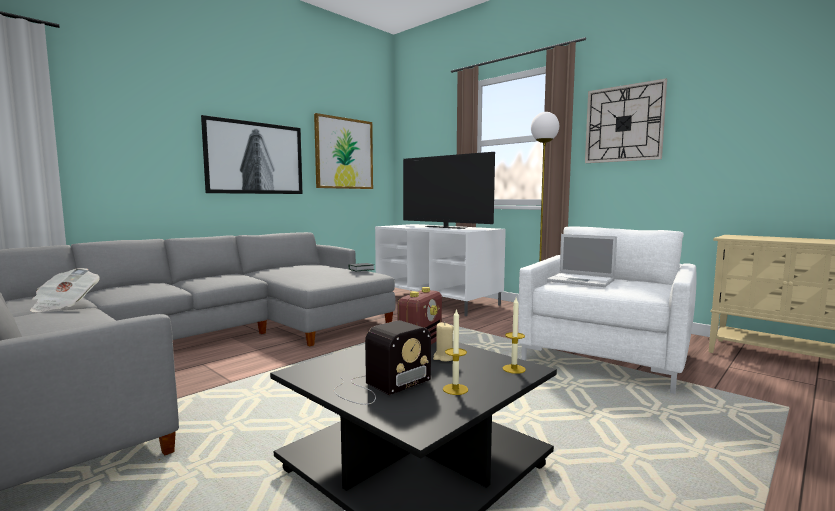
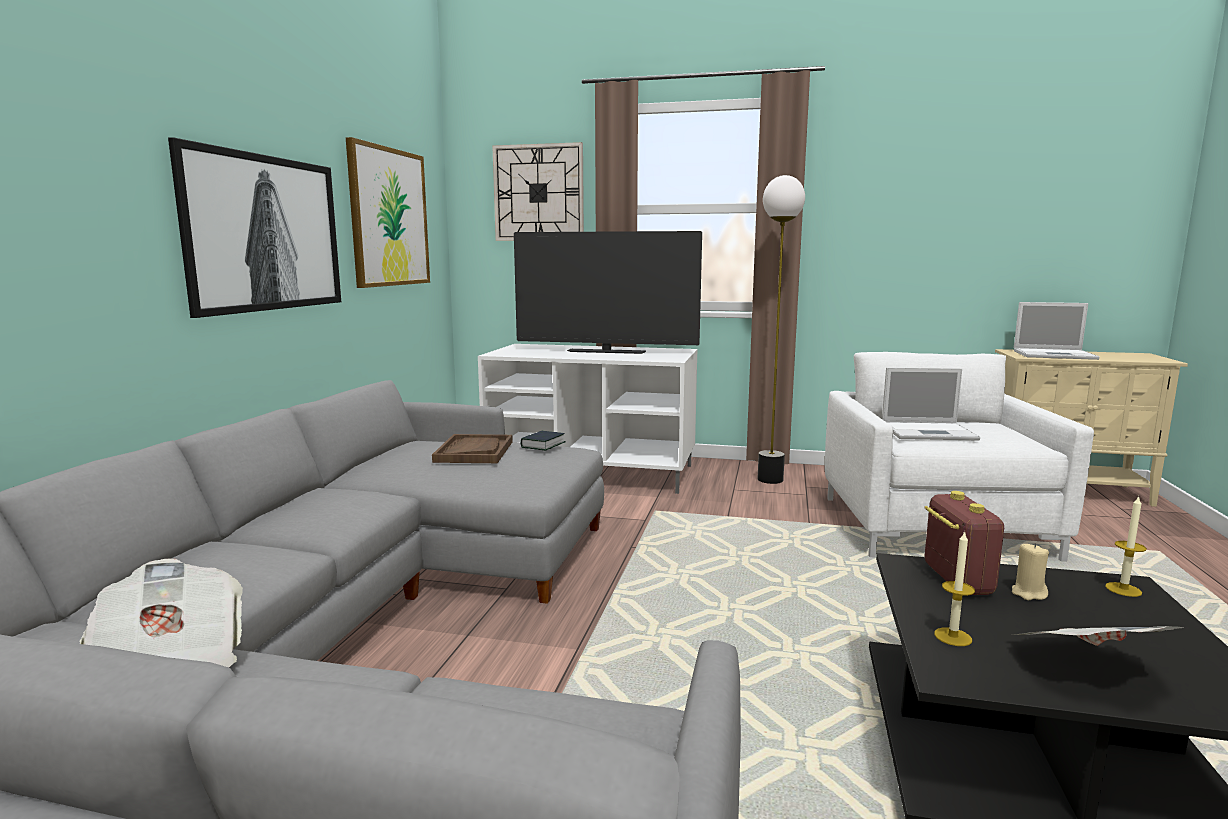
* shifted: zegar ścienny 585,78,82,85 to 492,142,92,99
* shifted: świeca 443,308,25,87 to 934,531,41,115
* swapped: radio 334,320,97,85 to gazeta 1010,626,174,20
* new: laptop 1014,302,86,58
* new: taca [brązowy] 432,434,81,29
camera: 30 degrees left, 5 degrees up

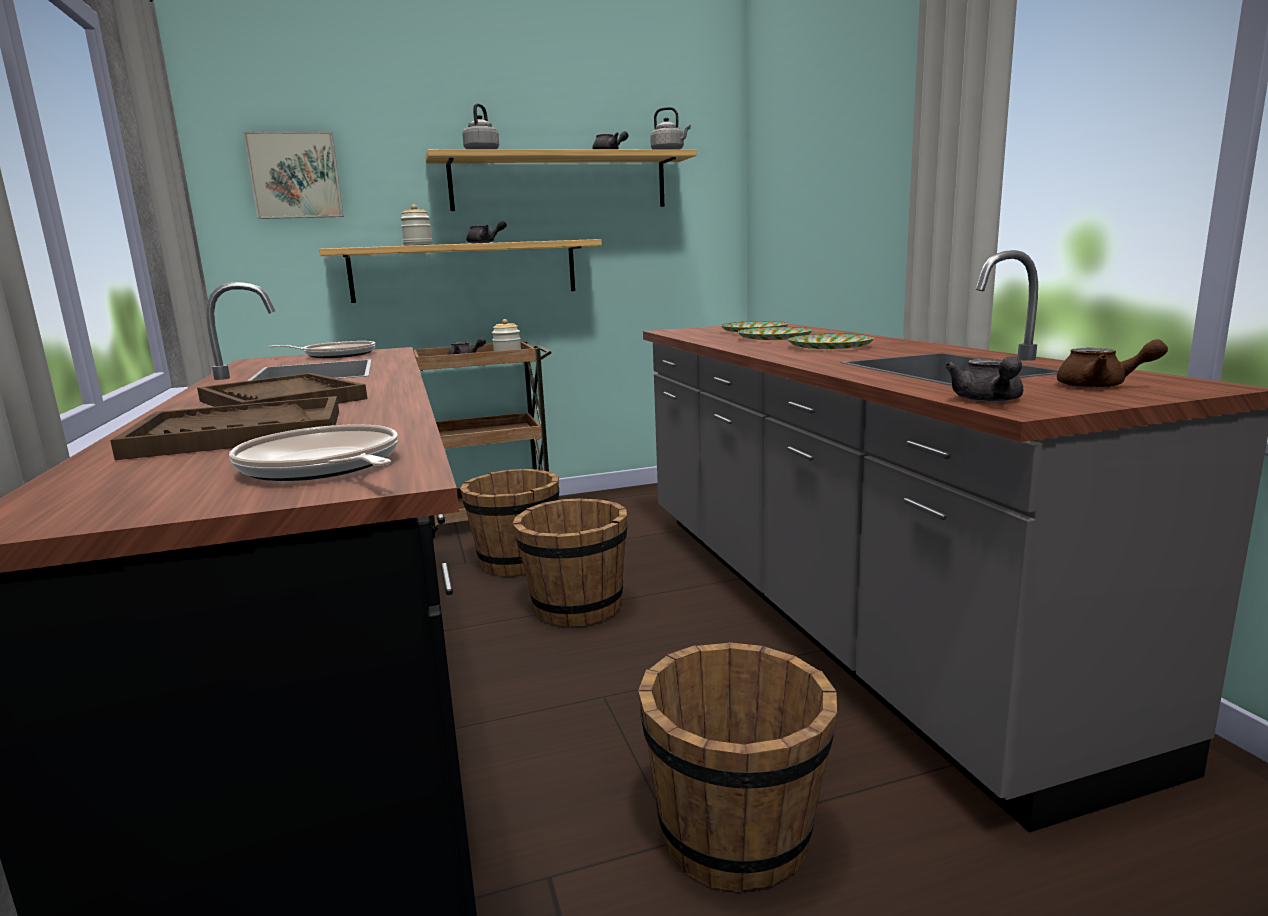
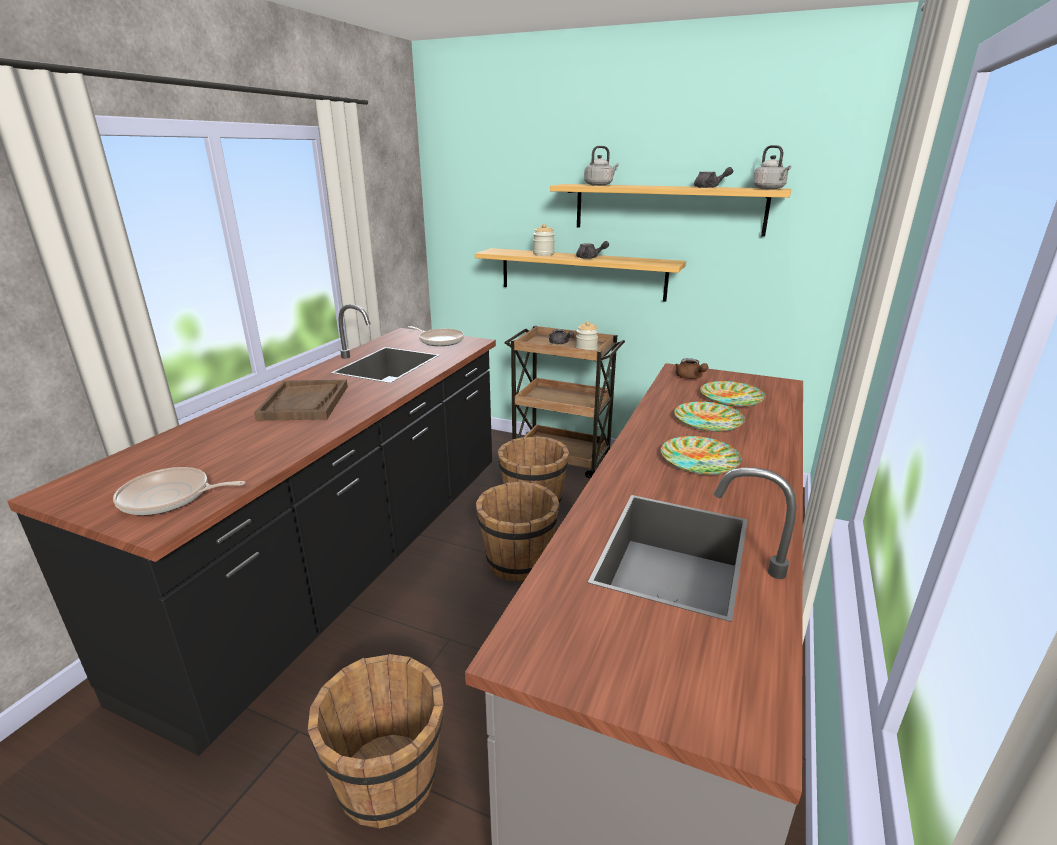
* gone: obraz 243,131,101,88
* shifted: imbryk [brązowy] 1057,339,111,49 to 675,358,33,21
* gone: imbryk [szary] 945,356,78,46
* gone: taca [brązowy] 110,396,229,64
* rotated: patelnia 229,424,169,57 = 113,467,132,48 90 degrees counterclockwise
camera: 40 degrees right, 10 degrees up

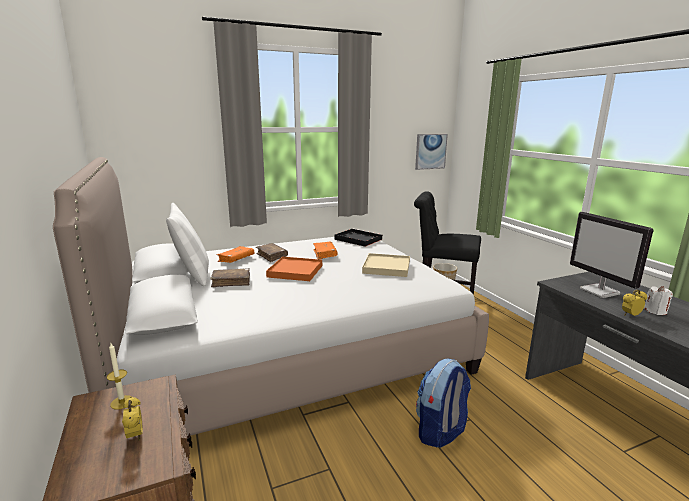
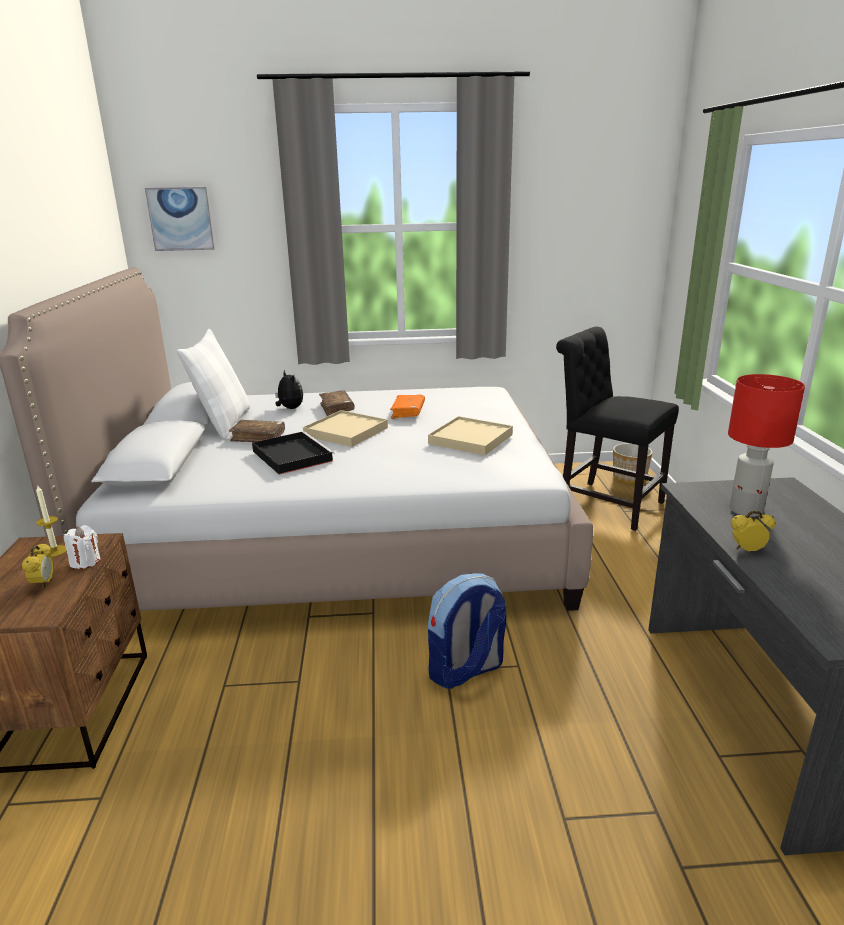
* shifted: obraz 415,134,33,36 to 145,187,70,64
* swapped: monitor 570,212,84,86 to lampa stołowa [czerwony] 728,374,77,143
* shifted: taca [czarny] 335,228,48,19 to 252,431,83,44
* swapped: książka [pomarańczowy] 217,246,37,17 to pluszak 275,370,28,39
* repainted: taca [pomarańczowy] 266,257,56,24 to taca [beżowy] 303,410,85,37
* shifted: świeca [biały] 644,286,29,29 to 64,525,36,44
camera: 20 degrees right, 5 degrees up

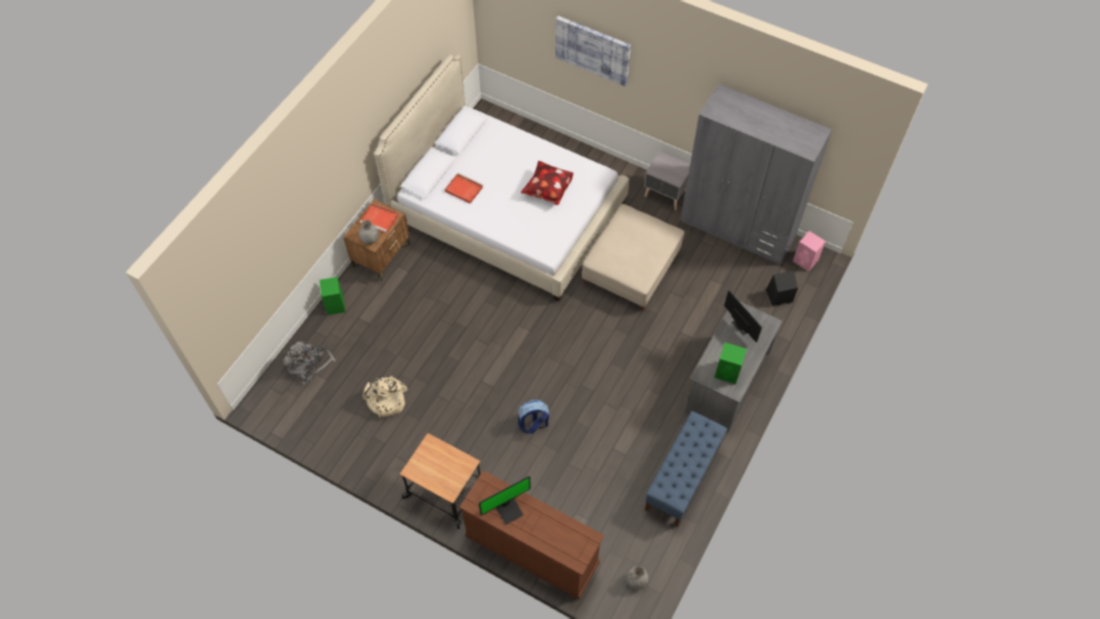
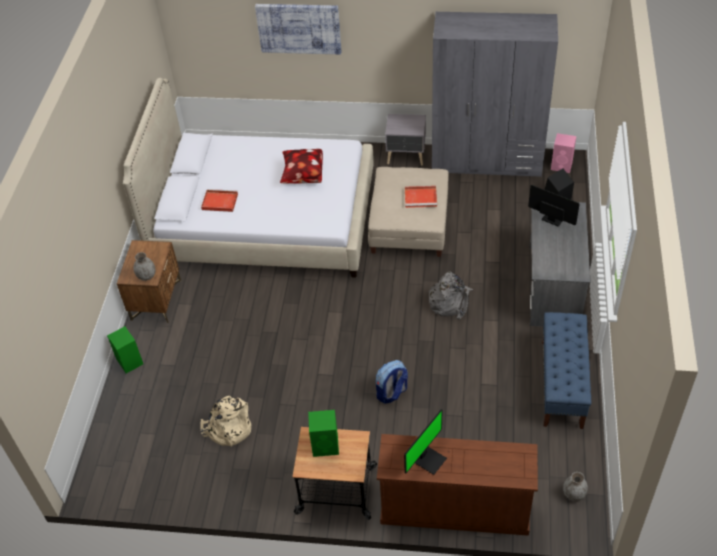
* shifted: taca [czerwony] 360,203,39,30 to 405,186,32,22
* shifted: plecak [szary] 283,341,53,44 to 428,272,45,48
* shifted: głośnik [zielony] 714,342,33,42 to 308,410,31,47
camera: 20 degrees left, 10 degrees down

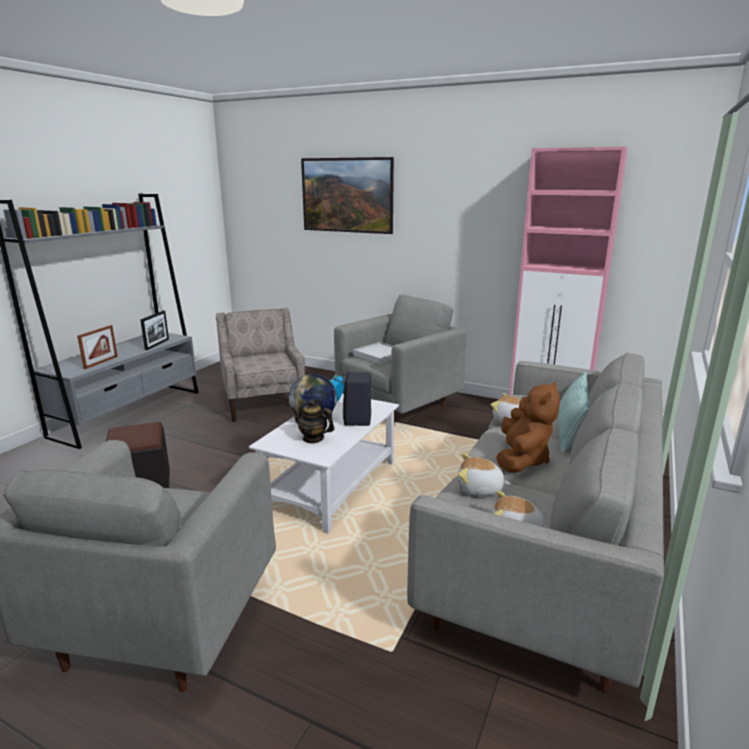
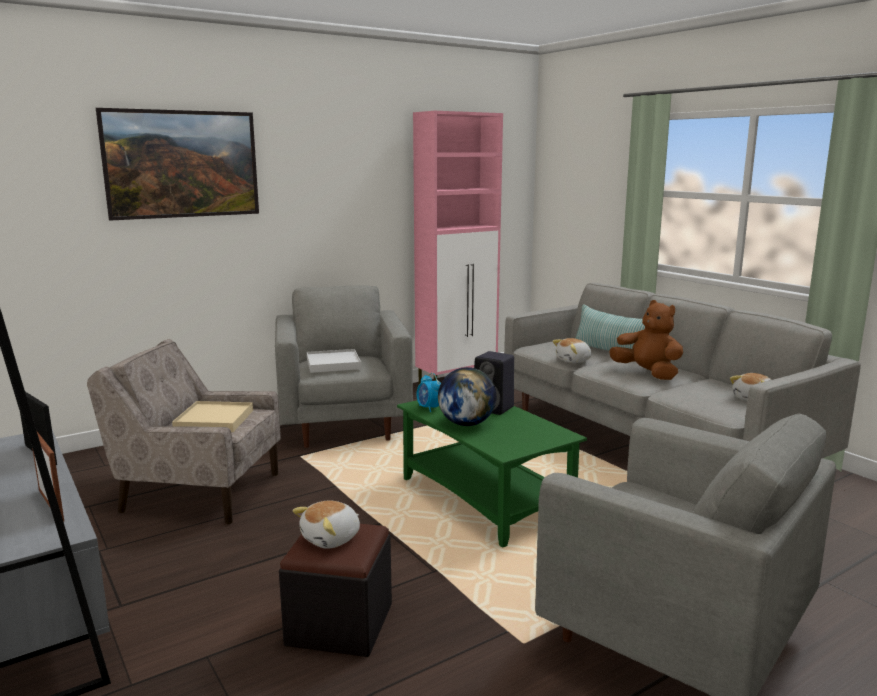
* repainted: ława [biały] 249,394,150,140 to ława [zielony] 397,400,190,148
* gone: imbryk 292,400,43,43
* shifted: pluszak 458,453,53,43 to 292,500,68,49
* new: taca [beżowy] 172,401,81,31
camera: 60 degrees left, 5 degrees down

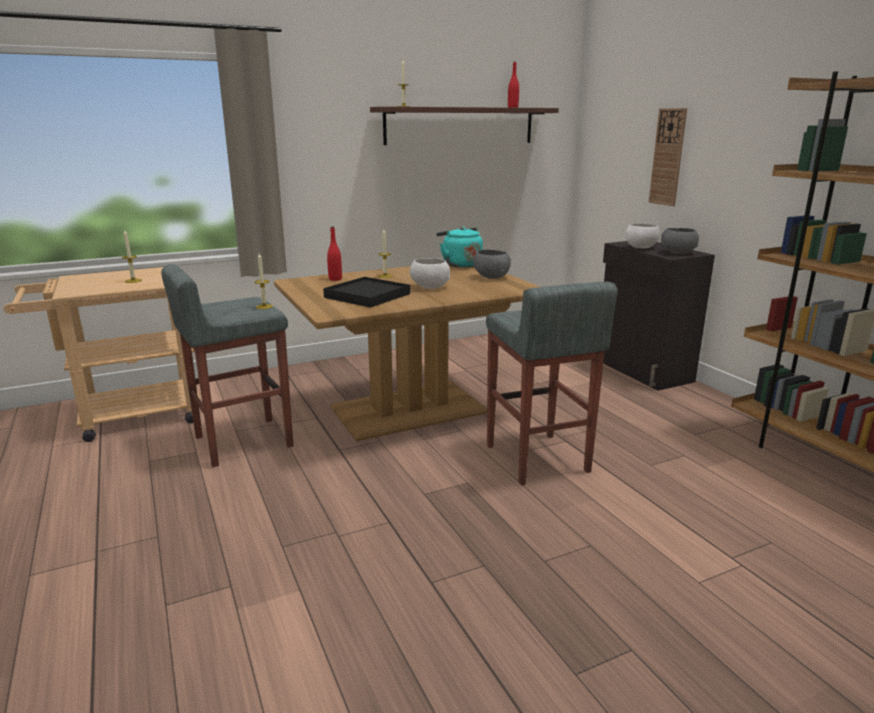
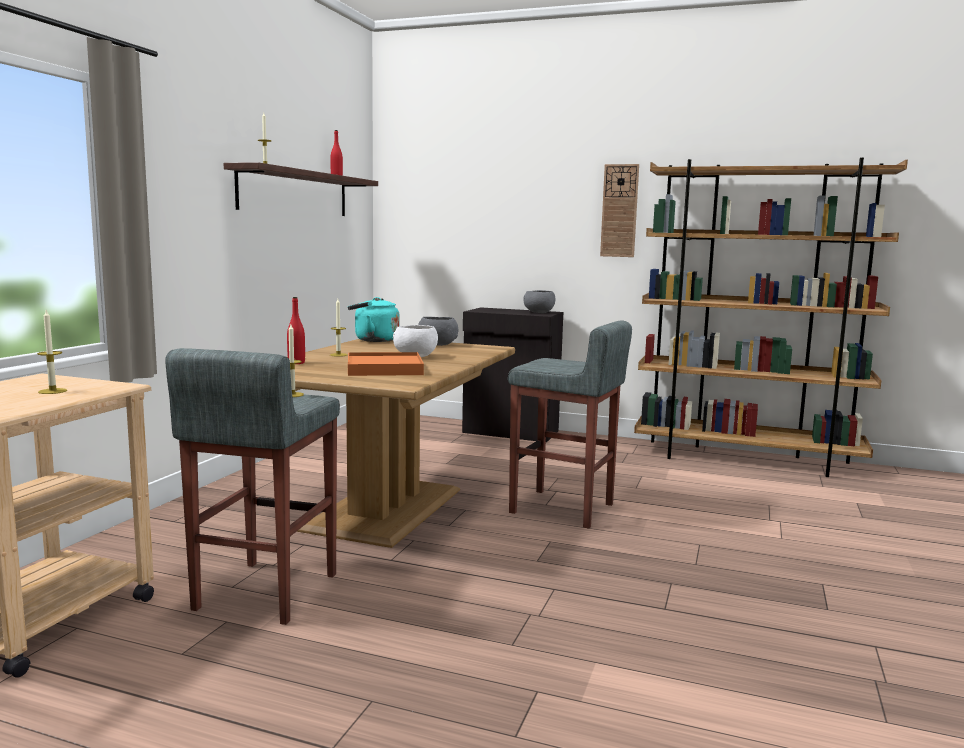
* shifted: zegar ścienny 649,108,38,98 to 600,164,39,93
* gone: miska [biały] 625,223,35,25
* repainted: taca [czarny] 323,277,87,31 to taca [pomarańczowy] 348,352,76,24
camera: 45 degrees left, 10 degrees down

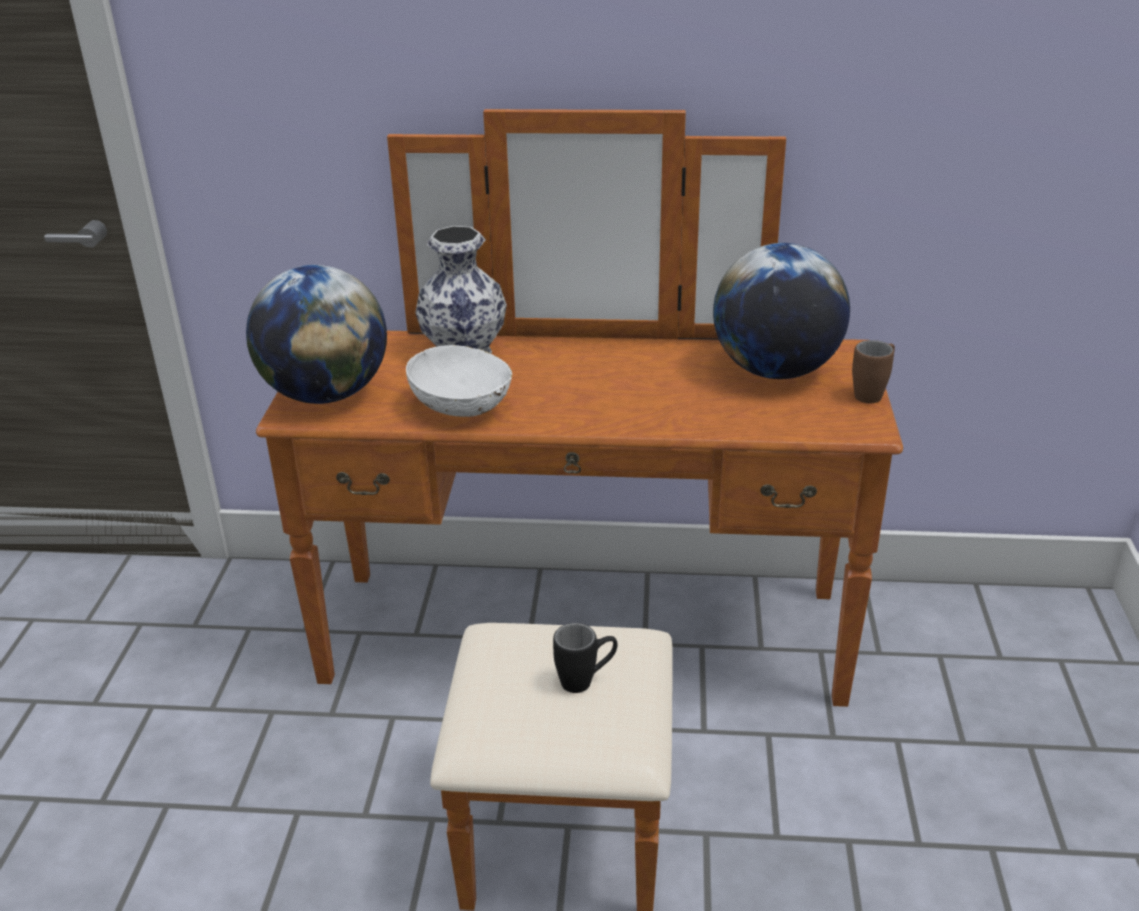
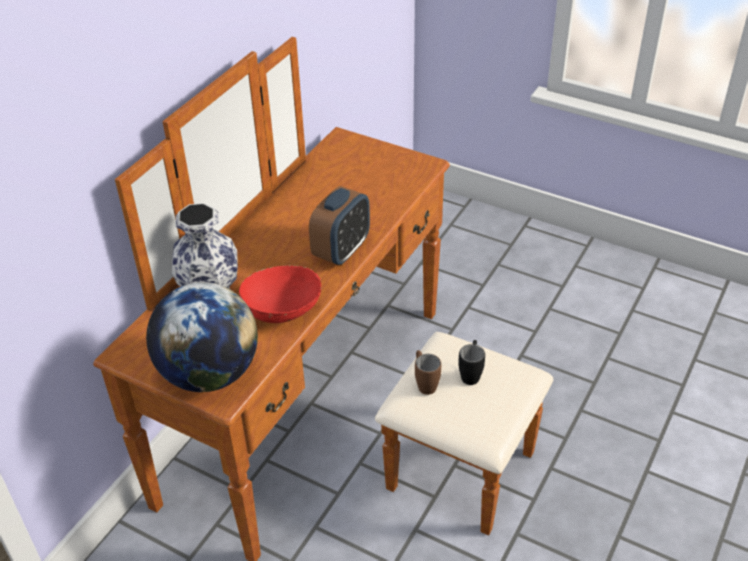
* gone: globus 713,243,137,136
* shifted: kubek [brązowy] 852,340,43,63 to 415,350,26,45
* repainted: miska [biały] 406,345,106,72 to miska [czerwony] 239,265,82,58
* new: budzik 309,186,61,79
camera: 65 degrees left, 10 degrees up

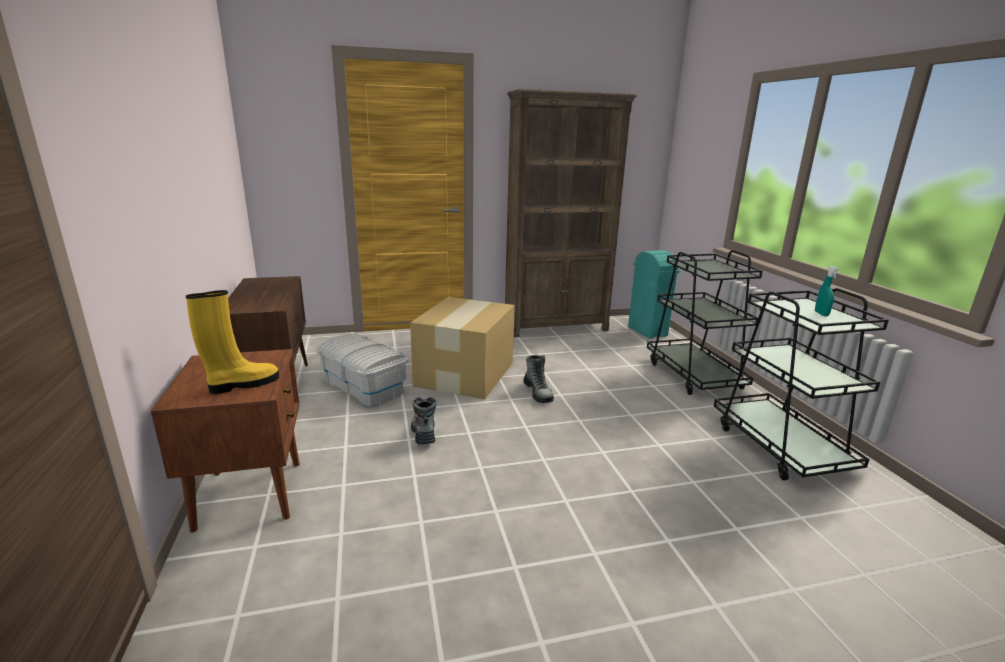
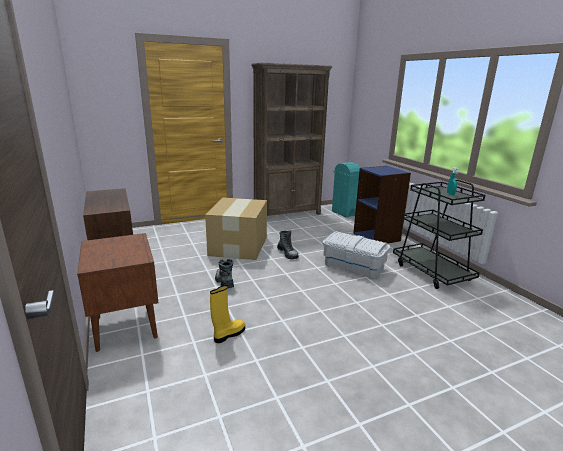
* swapped: wózek [czarny] 647,250,116,145 to regał [niebieski] 353,166,58,77
* shifted: but z cholewką [żółty] 186,290,93,104 to 210,285,35,58
* shifted: pojemnik do przechowywania [biały] 317,333,91,74 to 323,231,67,48
camera: 10 degrees left, 0 degrees up

